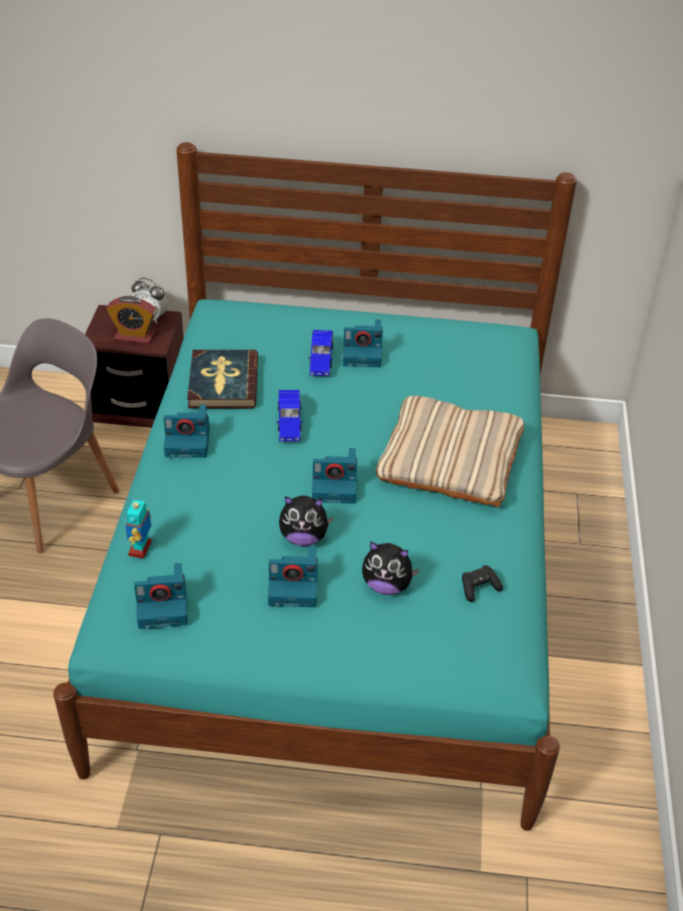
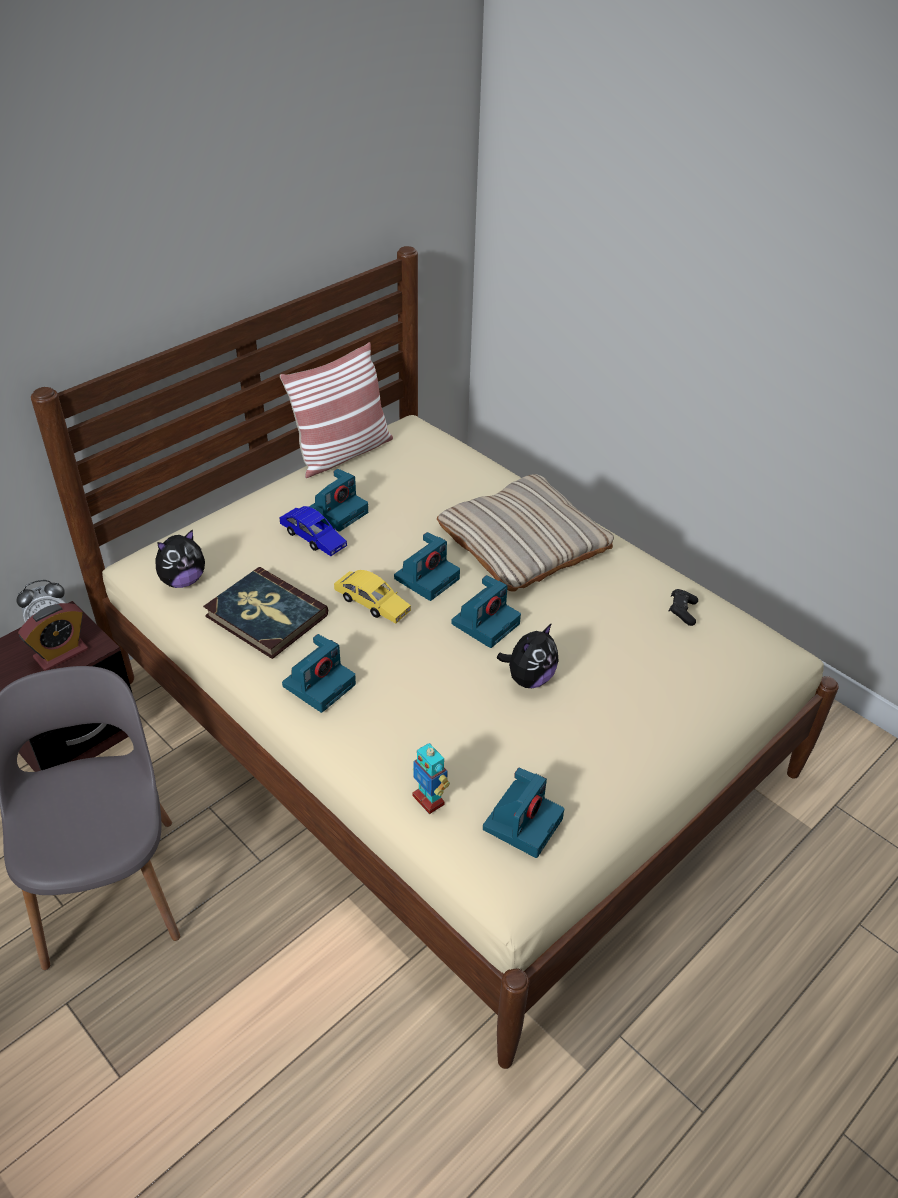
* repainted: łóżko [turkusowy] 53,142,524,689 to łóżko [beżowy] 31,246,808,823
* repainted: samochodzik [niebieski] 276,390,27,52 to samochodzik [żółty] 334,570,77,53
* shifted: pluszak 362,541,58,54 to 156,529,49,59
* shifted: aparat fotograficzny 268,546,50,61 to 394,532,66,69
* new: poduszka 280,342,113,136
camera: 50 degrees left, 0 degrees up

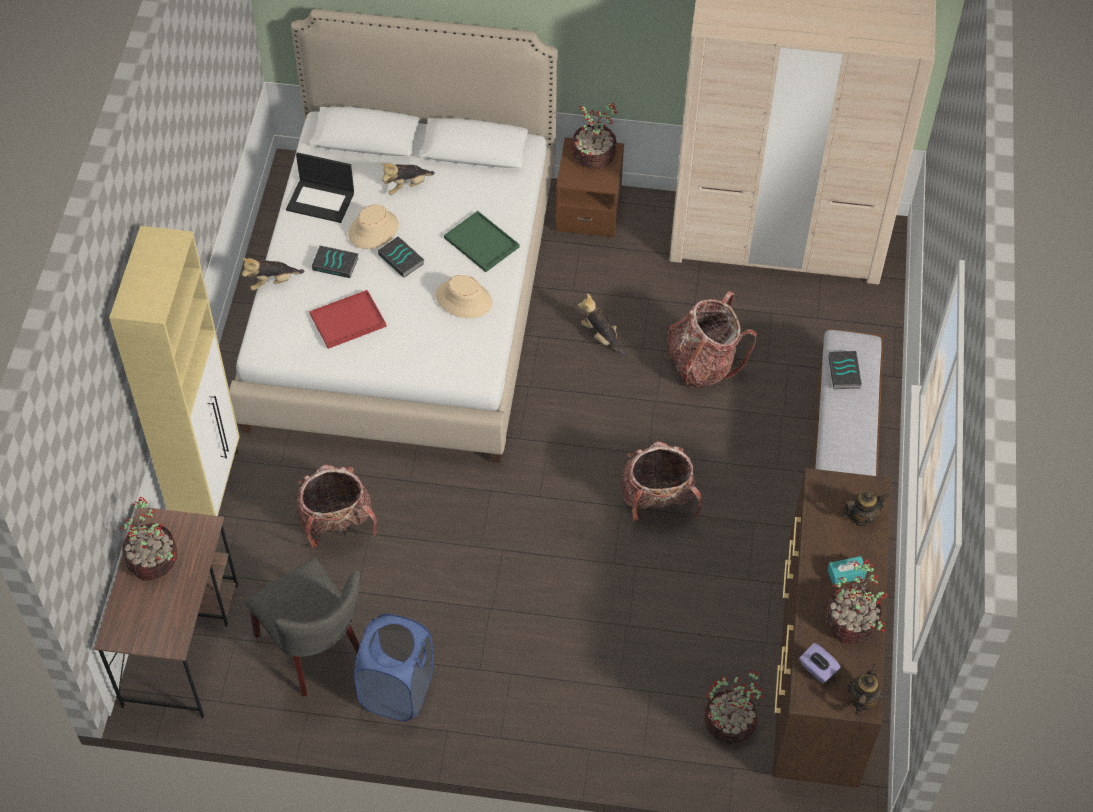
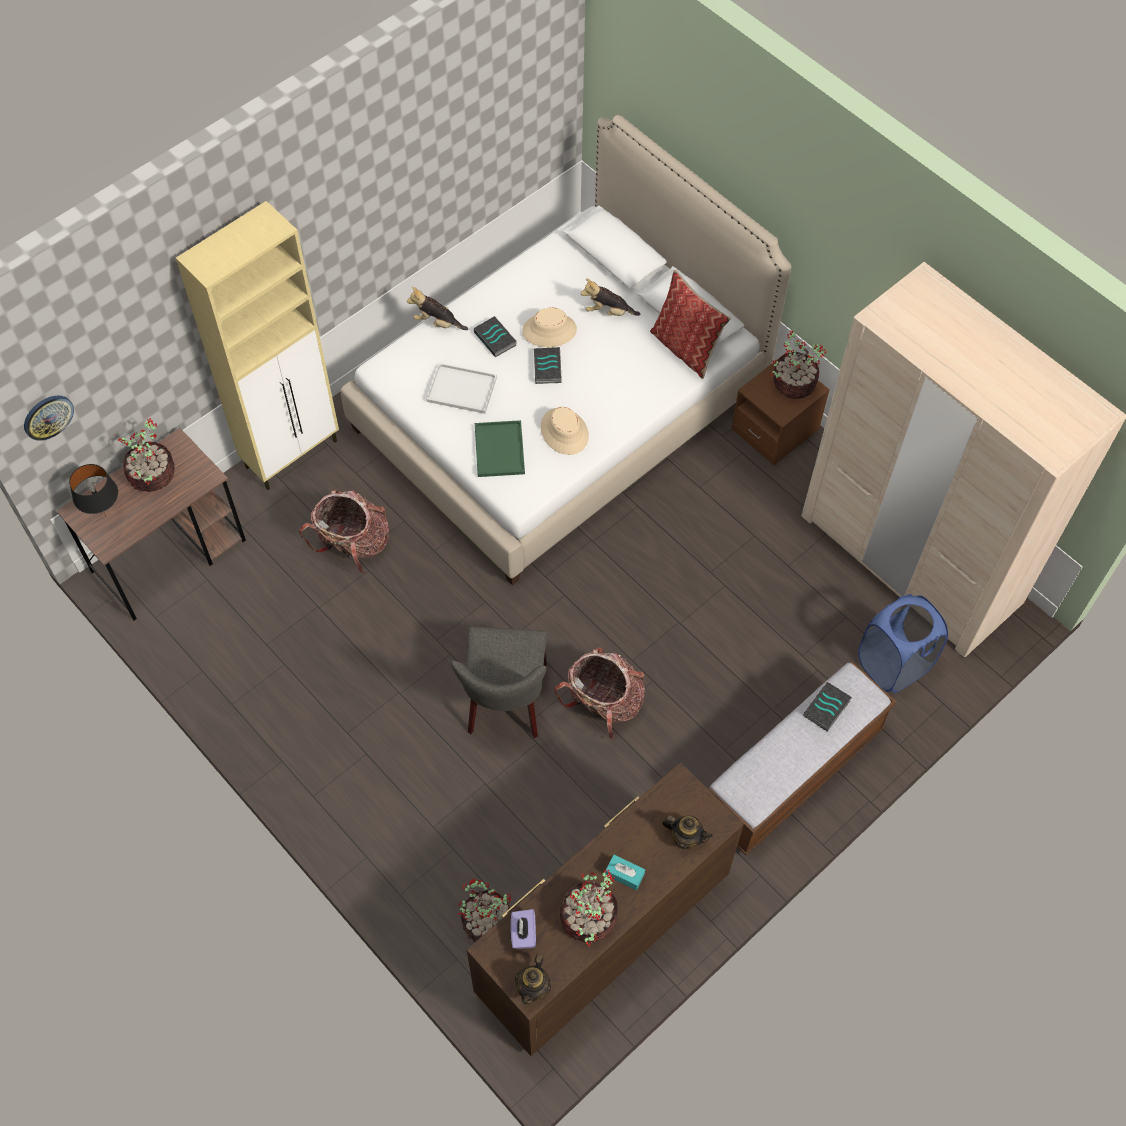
* gone: laptop 286,152,68,71
* shifted: taca [zielony] 444,211,76,61 to 475,420,50,57
* repainted: taca [czerwony] 309,290,78,59 to taca [biały] 426,363,71,51
* gone: plecak 667,291,90,97
* gone: pluszak 578,294,47,61
* shifted: krzesło [szary] 245,558,115,138 to 451,627,96,111
* shifted: kosz na pranie [niebieski] 354,614,80,108 to 858,594,90,99
* rotated: imbryk 848,664,35,51 = 515,954,36,51 135 degrees clockwise
* new: poduszka 650,270,81,109
* new: zegar ścienny 24,395,50,46
* new: lampa stołowa [czarny] 69,464,49,52
camera: 40 degrees right, 5 degrees up

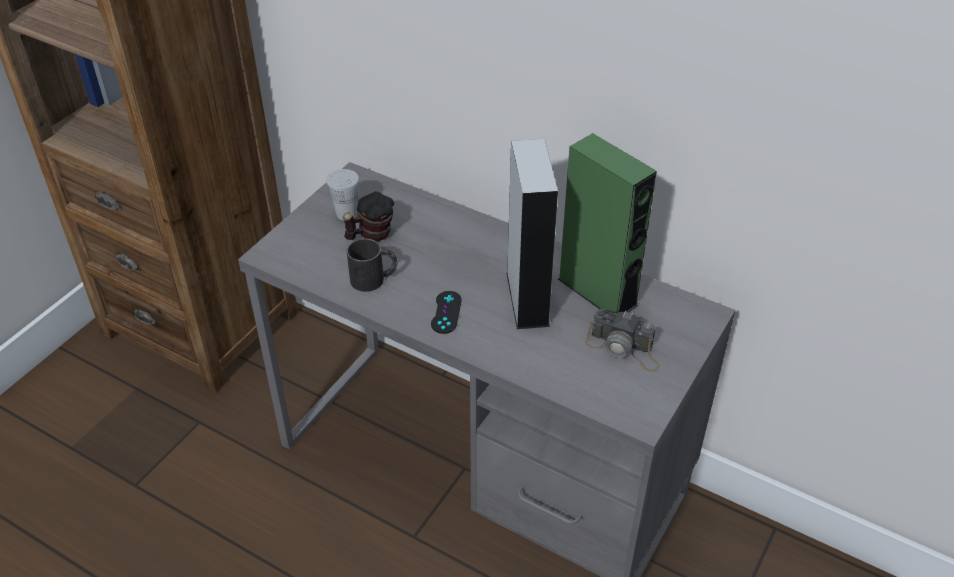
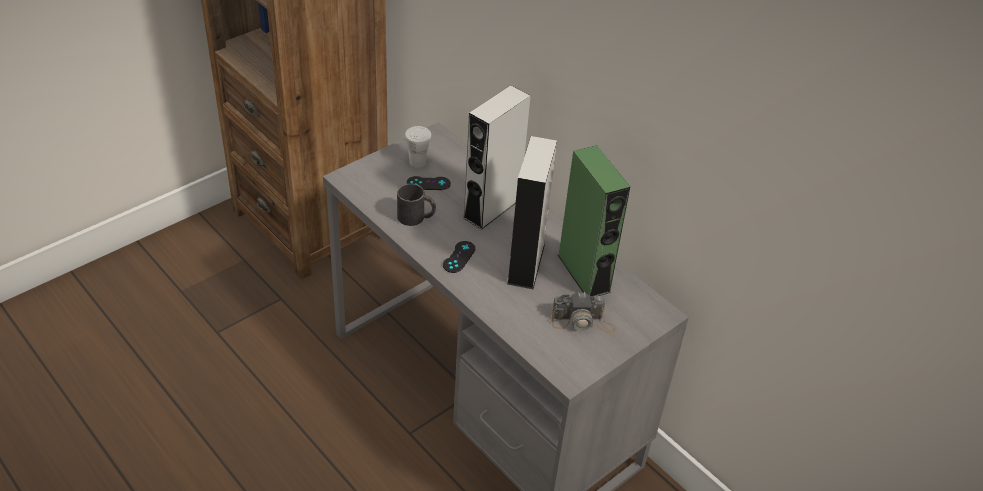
* swapped: kubek 342,191,52,50 to pad do gier [czarny] 407,176,44,14
* rotated: aparat fotograficzny 586,309,74,63 = 551,292,65,42 45 degrees counterclockwise
* new: głośnik [szary] 463,85,67,145
camera: 15 degrees right, 0 degrees up

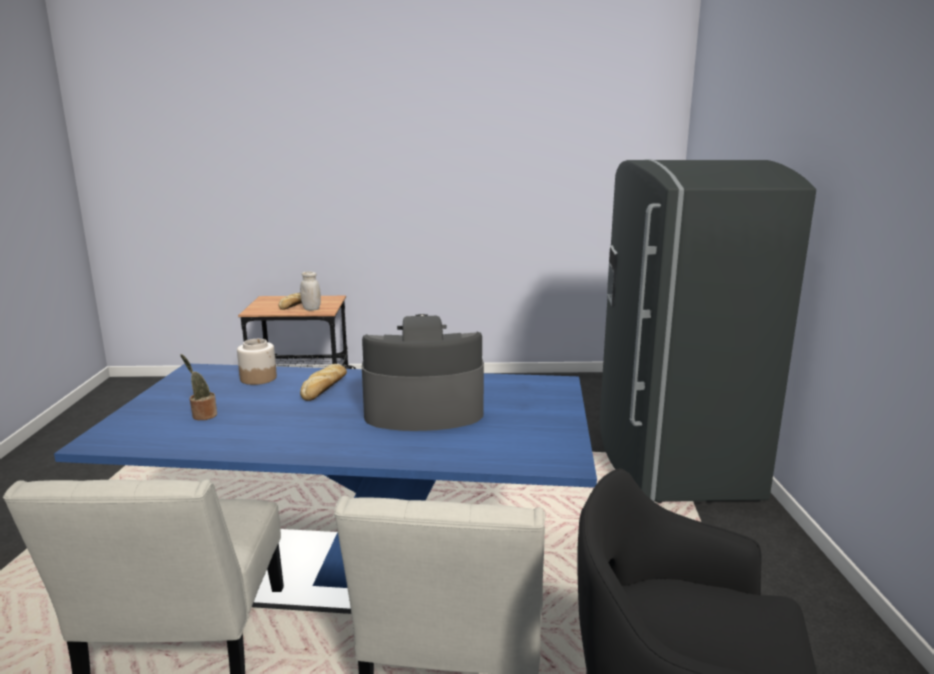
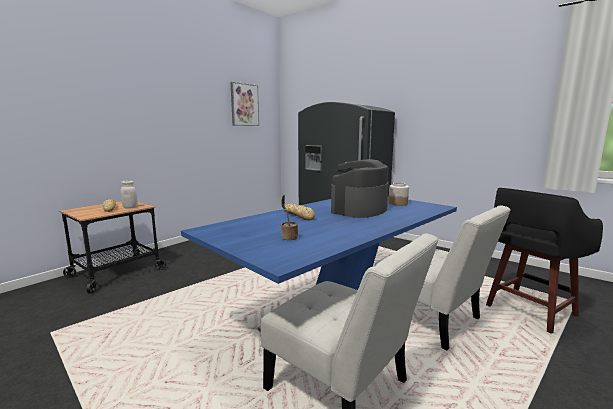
* shifted: słoik 237,339,40,46 to 388,182,21,24
* new: obraz 230,82,29,44
camera: 50 degrees left, 5 degrees down

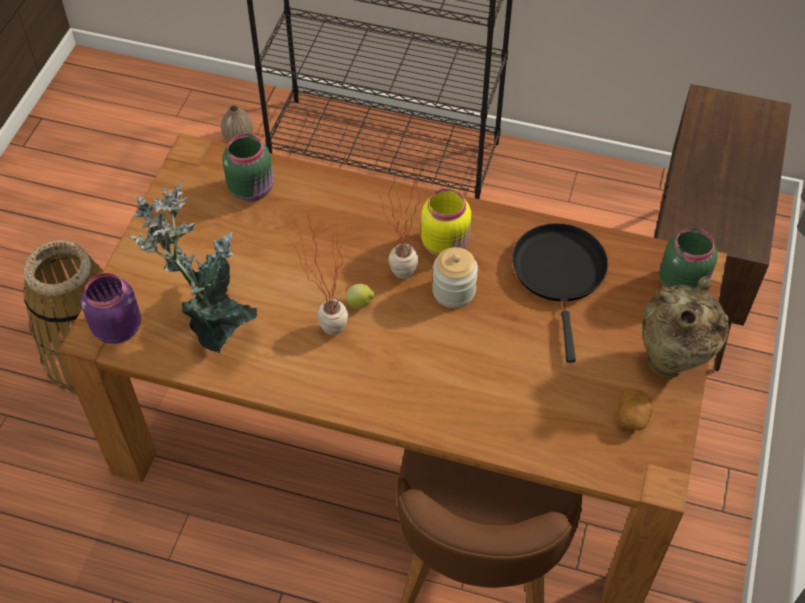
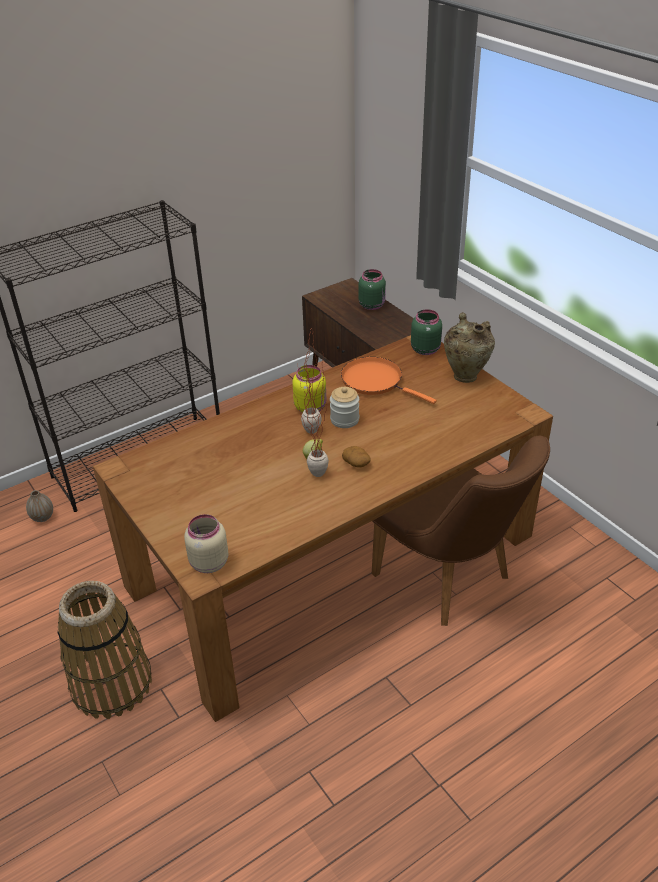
* shifted: słoik [zielony] 223,134,50,68 to 359,269,27,41
* gone: roślina doniczkowa 129,181,128,172
* repainted: patelnia [czarny] 512,223,96,140 to patelnia [pomarańczowy] 341,357,96,47
* repainted: słoik [fioletowy] 81,273,60,71 to słoik [beżowy] 184,514,45,59
* shifted: ziemniak 618,389,35,41 to 342,446,28,22
camera: 50 degrees left, 15 degrees down

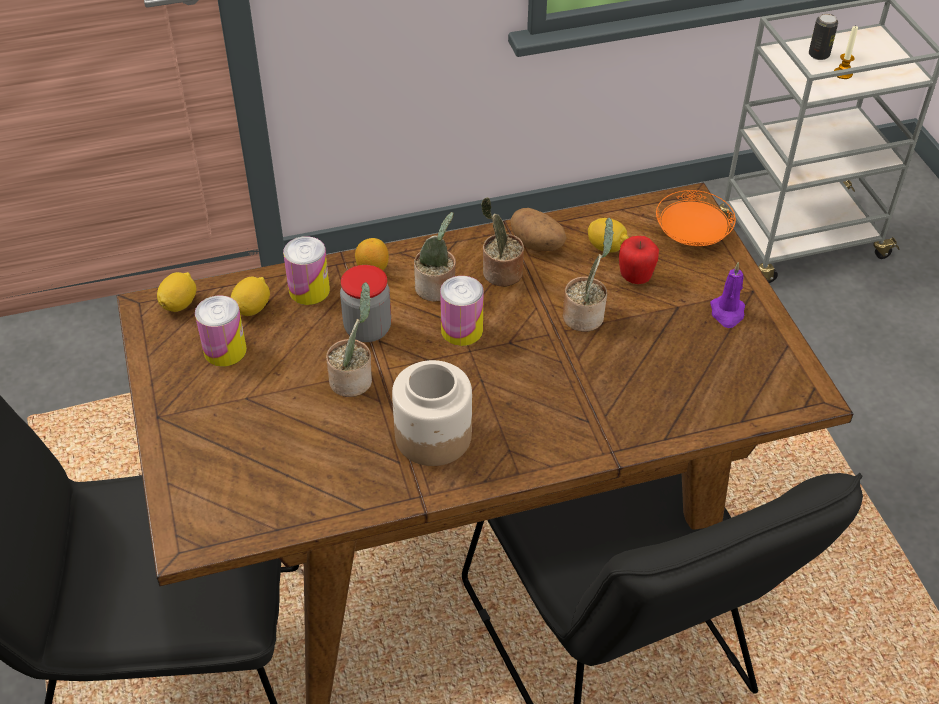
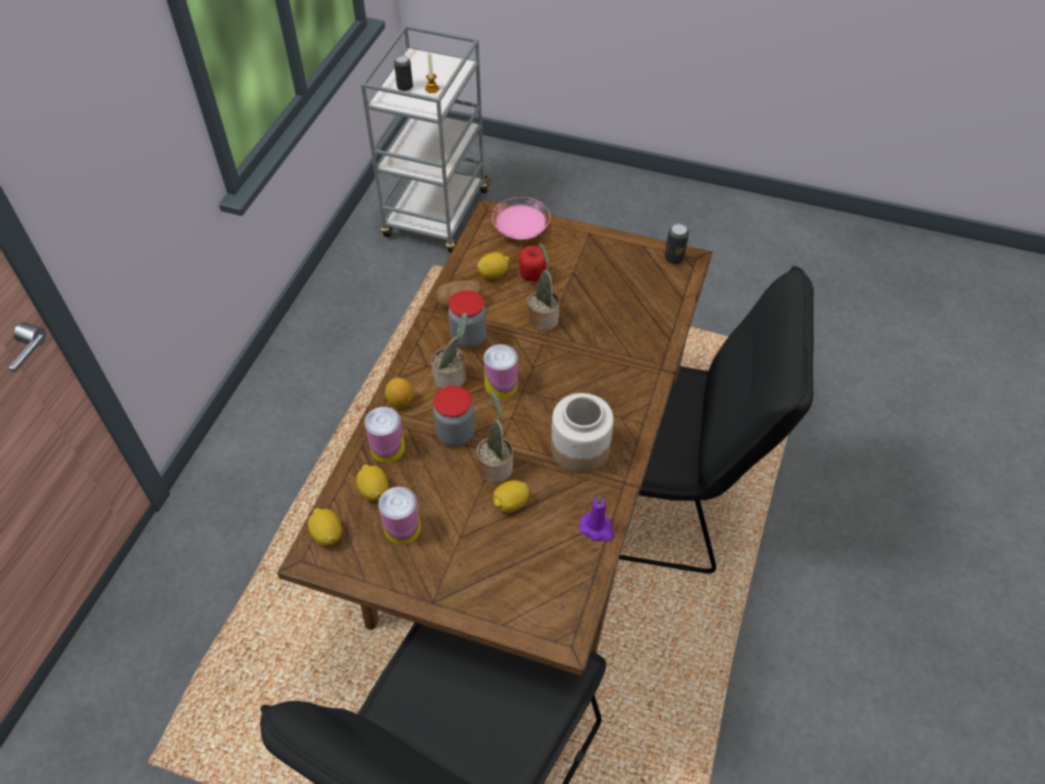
* repainted: talerz [pomarańczowy] 656,190,80,56 to talerz [różowy] 492,197,58,43
* swapped: roślina doniczkowa 481,197,43,89 to słoik 448,290,39,58
* shifted: świeca [fioletowy] 710,262,35,66 to 579,496,35,46
* new: puszka 665,224,24,40
* new: cytryna 493,480,36,33
camera: 55 degrees left, 5 degrees up

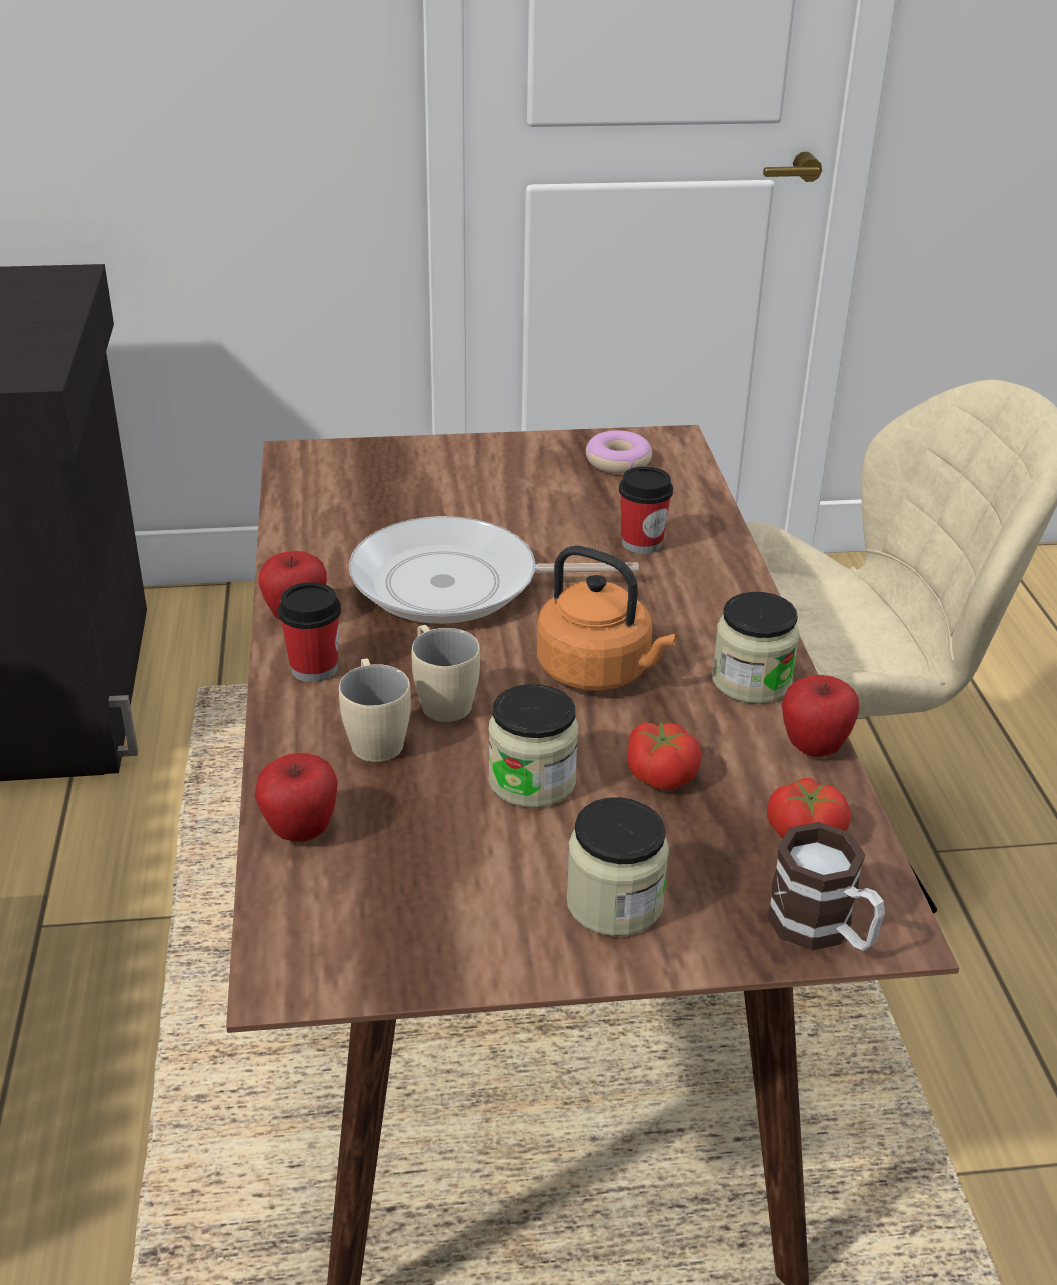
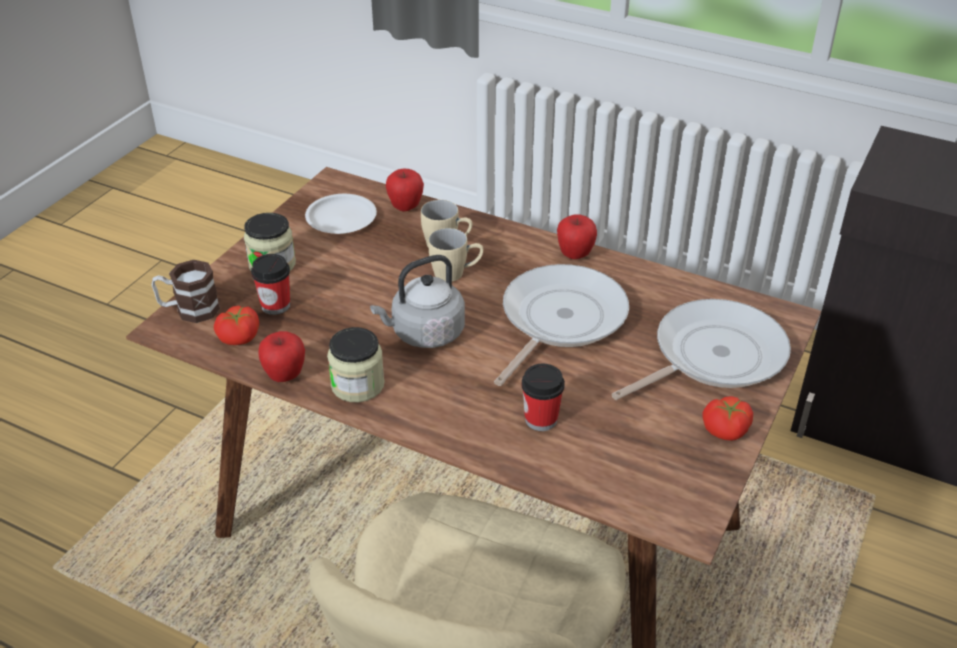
* gone: donut 586,430,66,44
* repainted: czajnik [pomarańczowy] 537,546,140,145 to czajnik [szary] 370,255,95,93
* shifted: filiżanka 278,582,63,100 to 251,254,39,61
* gone: słoik 488,684,90,124
* shifted: pomidor 627,722,74,68 to 702,396,51,45
* new: talerz [biały] 305,194,72,40
* new: patelnia 611,299,180,101
camera: 125 degrees right, 5 degrees up

